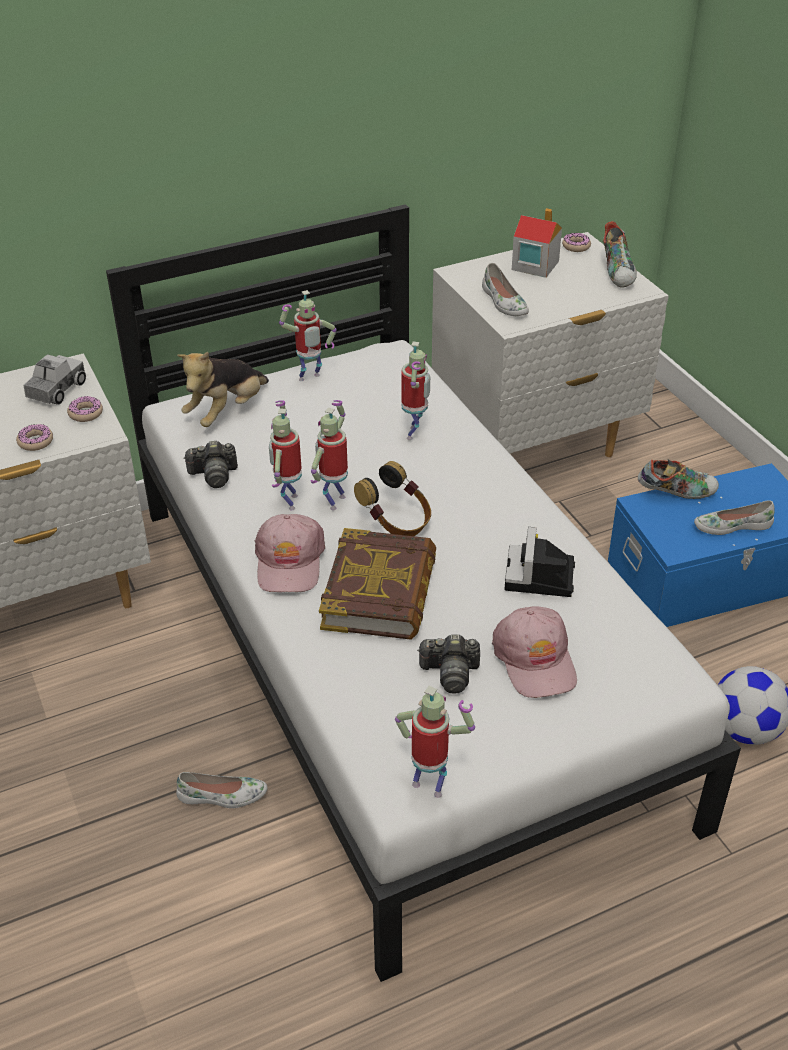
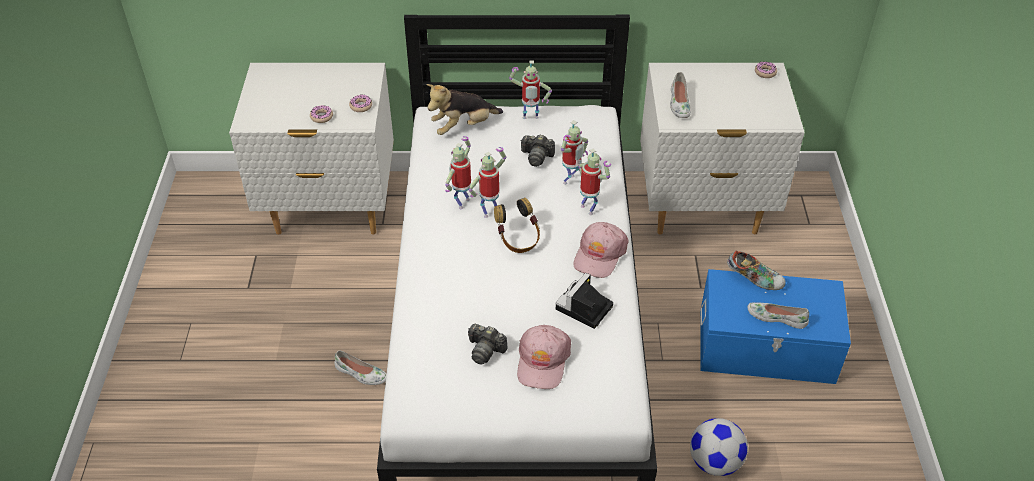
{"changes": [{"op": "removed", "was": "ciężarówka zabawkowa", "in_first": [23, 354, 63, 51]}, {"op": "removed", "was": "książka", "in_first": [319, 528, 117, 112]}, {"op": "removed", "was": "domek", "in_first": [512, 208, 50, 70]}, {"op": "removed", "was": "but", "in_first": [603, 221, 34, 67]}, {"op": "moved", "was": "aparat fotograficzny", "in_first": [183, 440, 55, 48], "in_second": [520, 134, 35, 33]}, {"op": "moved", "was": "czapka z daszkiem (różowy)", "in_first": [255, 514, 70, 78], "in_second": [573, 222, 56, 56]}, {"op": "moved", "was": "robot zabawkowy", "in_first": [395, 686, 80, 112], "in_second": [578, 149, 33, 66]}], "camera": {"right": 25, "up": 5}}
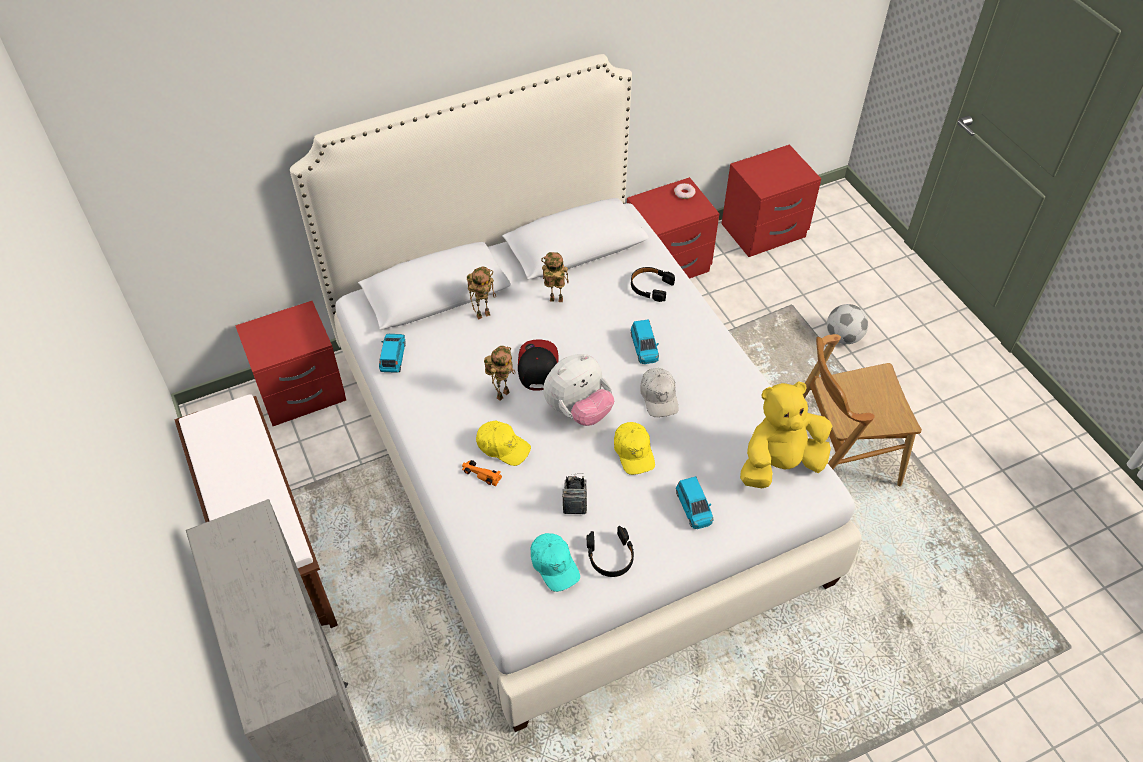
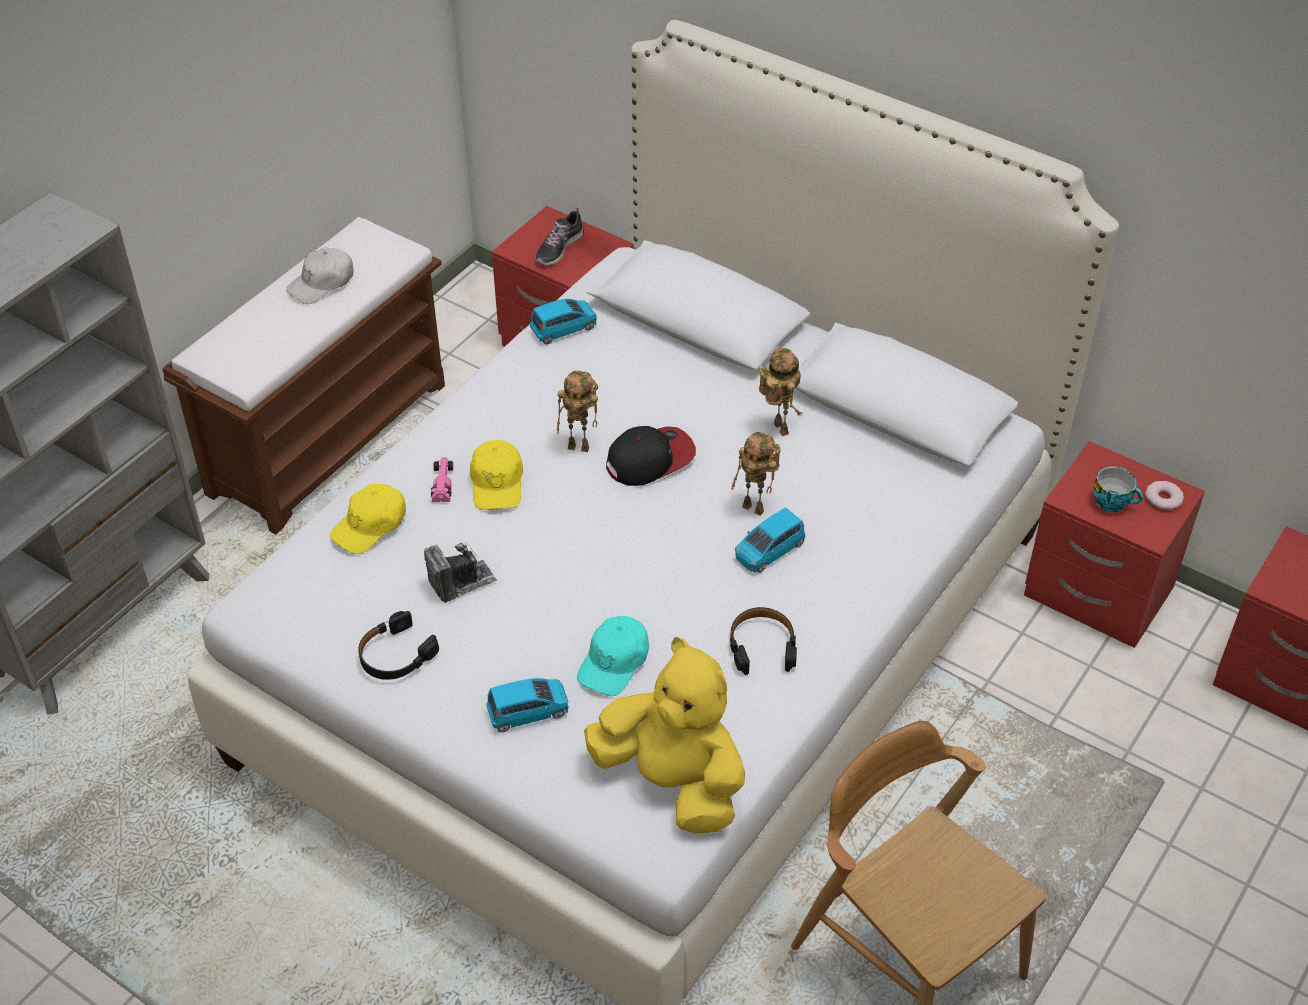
{"changes": [{"op": "removed", "was": "pluszak", "in_first": [543, 354, 71, 72]}, {"op": "removed", "was": "piłka futbolowa", "in_first": [827, 304, 41, 40]}, {"op": "added", "now": "but", "in_second": [535, 207, 49, 58]}, {"op": "added", "now": "filiżanka", "in_second": [1093, 466, 50, 46]}, {"op": "moved", "was": "robot zabawkowy", "in_first": [467, 267, 29, 53], "in_second": [731, 432, 50, 84]}, {"op": "moved", "was": "czapka z daszkiem (turkusowy)", "in_first": [531, 533, 49, 59], "in_second": [577, 616, 72, 80]}, {"op": "moved", "was": "czapka z daszkiem (żółty)", "in_first": [614, 422, 41, 53], "in_second": [330, 484, 76, 70]}, {"op": "moved", "was": "słuchawki (czarny)", "in_first": [631, 267, 44, 35], "in_second": [730, 607, 67, 68]}, {"op": "moved", "was": "czapka z daszkiem (biały)", "in_first": [640, 368, 39, 49], "in_second": [286, 247, 68, 57]}, {"op": "recoloured", "was": "samochodzik (pomarańczowy)", "now": "samochodzik (różowy)", "in_first": [462, 460, 40, 27], "in_second": [431, 457, 22, 45]}, {"op": "turned", "was": "samochodzik (niebieski)", "in_first": [676, 476, 38, 53], "in_second": [486, 678, 83, 54], "clockwise": -150}], "camera": {"right": 60, "up": -5}}
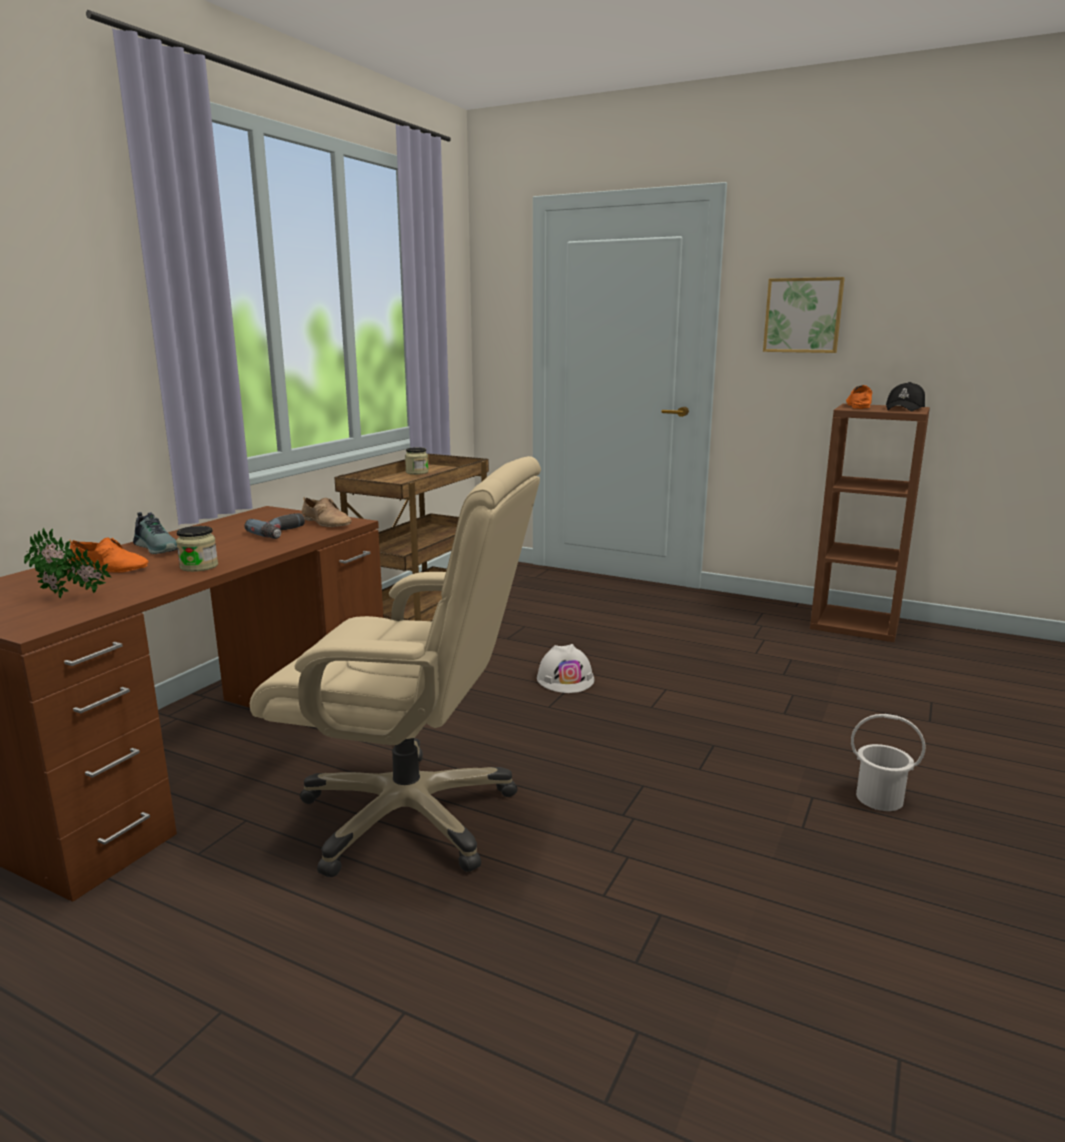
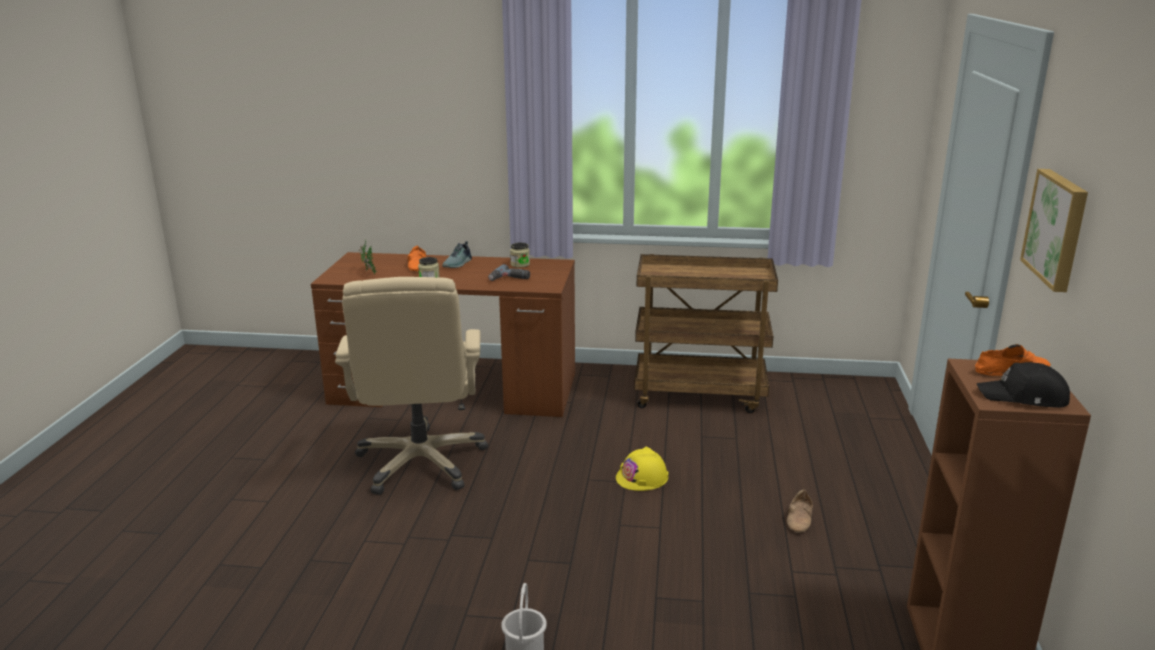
{"changes": [{"op": "moved", "was": "but (beżowy)", "in_first": [302, 497, 50, 30], "in_second": [787, 489, 26, 44]}, {"op": "moved", "was": "słoik", "in_first": [405, 447, 23, 28], "in_second": [510, 242, 20, 26]}, {"op": "recoloured", "was": "kask (biały)", "now": "kask (żółty)", "in_first": [537, 644, 58, 49], "in_second": [616, 447, 52, 44]}], "camera": {"right": 70, "up": 5}}
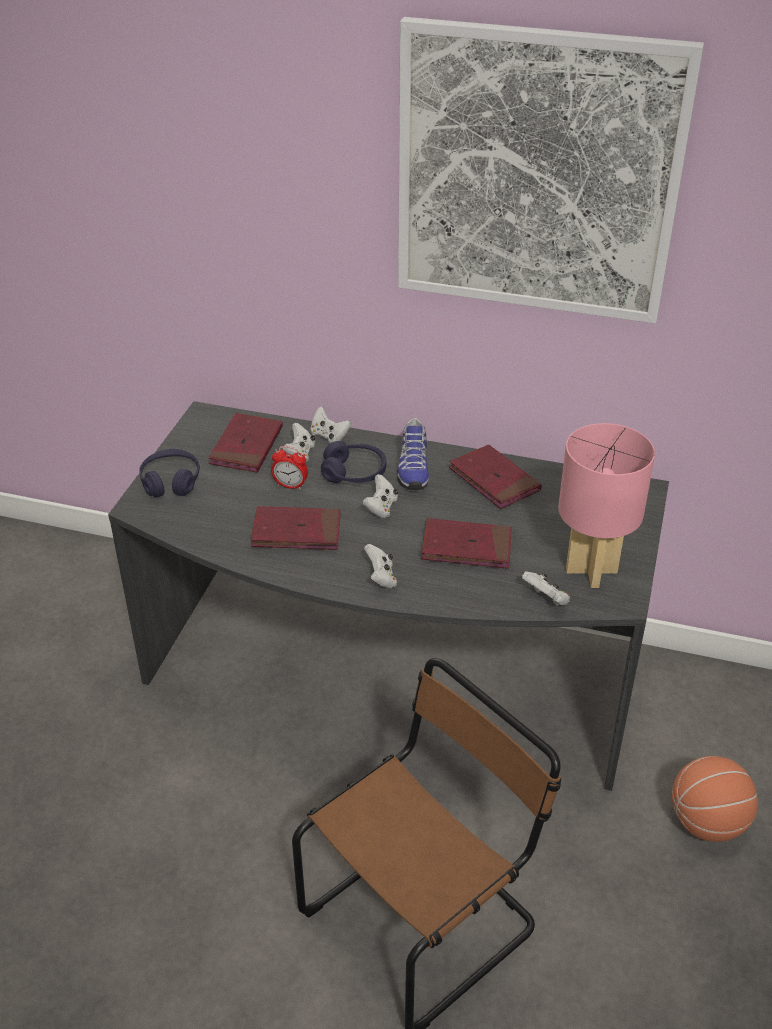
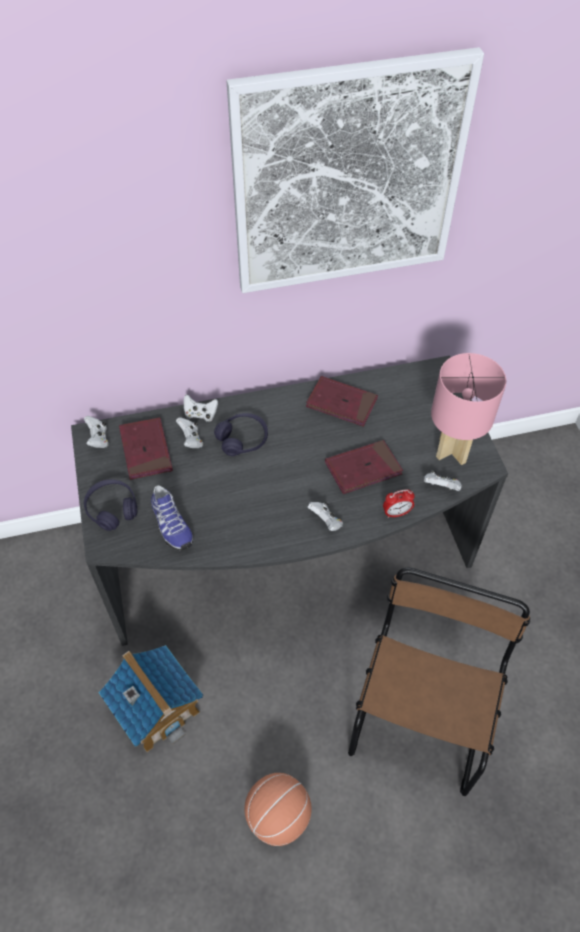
{"changes": [{"op": "removed", "was": "książka (czerwony)", "in_first": [251, 506, 90, 44]}, {"op": "added", "now": "domek", "in_second": [99, 645, 104, 107]}, {"op": "moved", "was": "budzik", "in_first": [271, 446, 37, 44], "in_second": [383, 490, 32, 28]}, {"op": "moved", "was": "pad do gier (biały)", "in_first": [362, 474, 36, 44], "in_second": [84, 416, 25, 32]}, {"op": "moved", "was": "but", "in_first": [397, 418, 32, 72], "in_second": [151, 485, 42, 65]}, {"op": "moved", "was": "piłka do koszykówki", "in_first": [672, 756, 86, 86], "in_second": [244, 773, 68, 73]}], "camera": {"right": -30, "up": 15}}
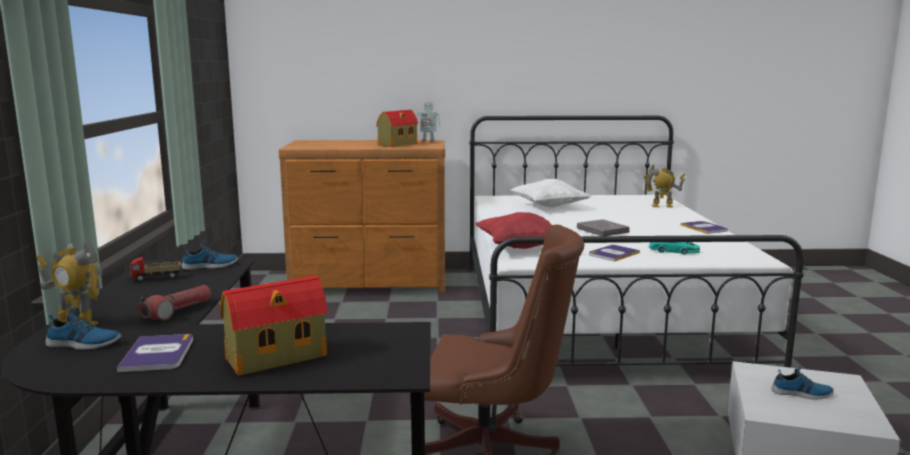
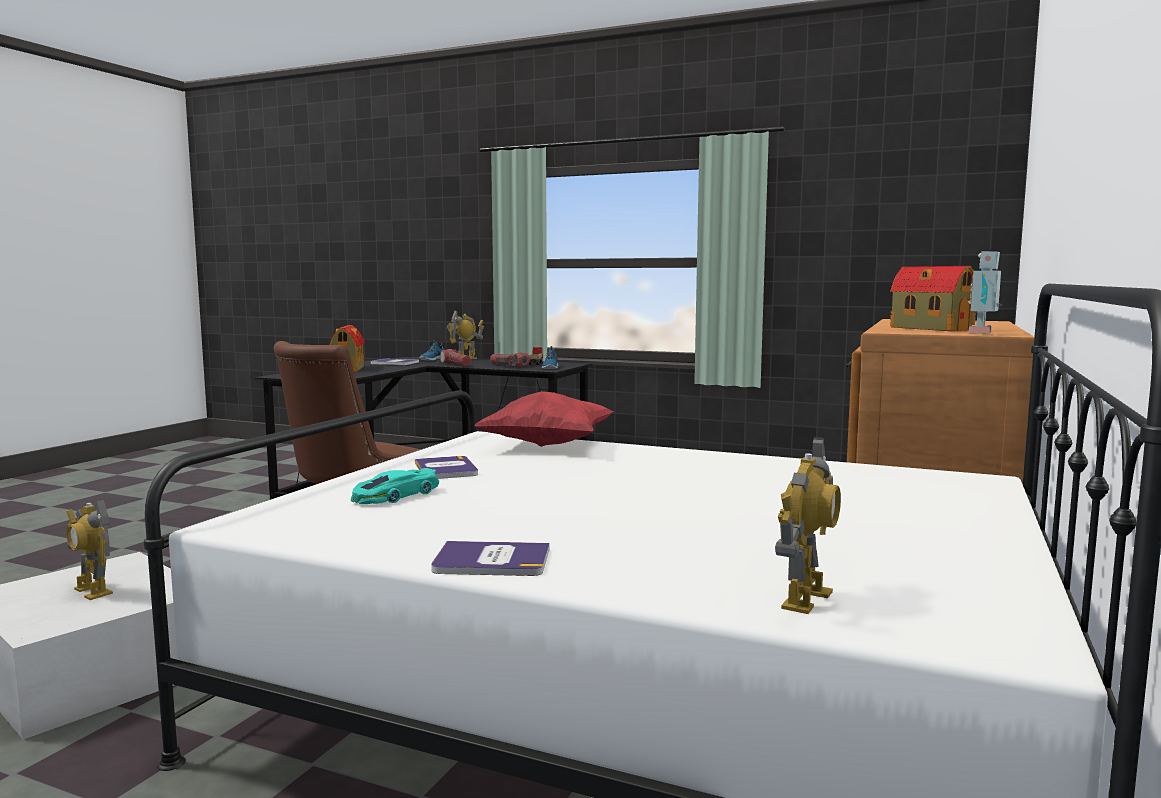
{"changes": [{"op": "removed", "was": "poduszka (biały)", "in_first": [511, 179, 80, 29]}, {"op": "removed", "was": "książka (szary)", "in_first": [577, 219, 52, 17]}, {"op": "added", "now": "latarka", "in_second": [490, 352, 40, 16]}, {"op": "replaced", "was": "but", "now": "robot zabawkowy", "in_first": [772, 366, 62, 34], "in_second": [66, 500, 47, 100]}], "camera": {"right": 115, "up": -5}}
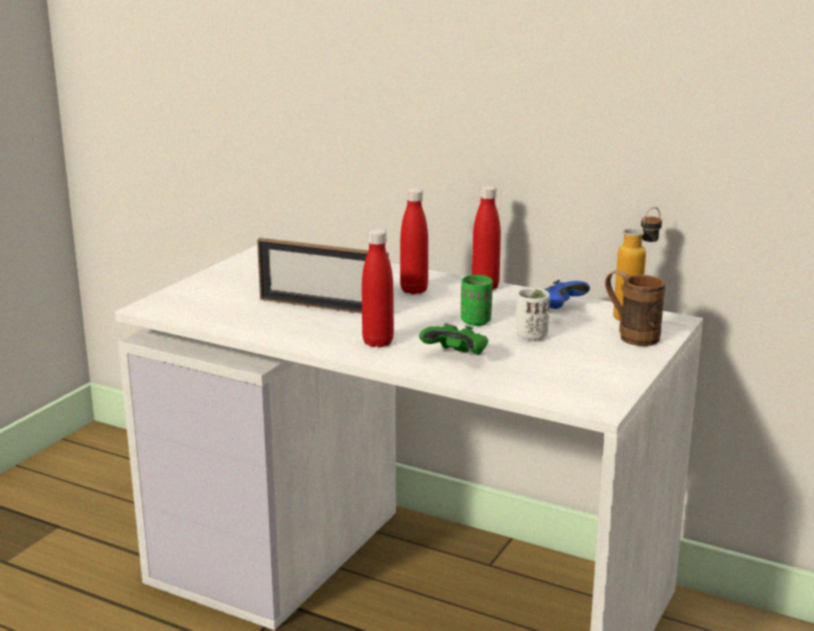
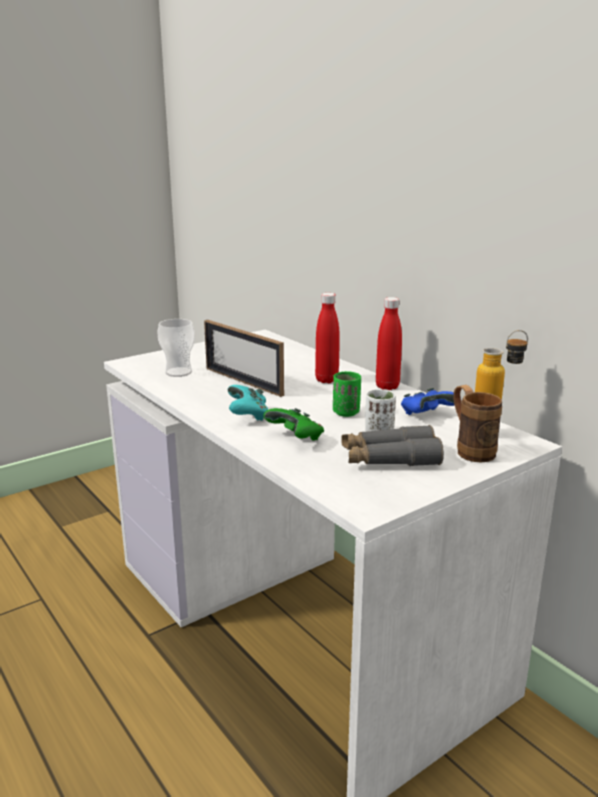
{"changes": [{"op": "added", "now": "filiżanka", "in_second": [157, 319, 38, 58]}, {"op": "added", "now": "lornetka (szary)", "in_second": [341, 425, 103, 41]}, {"op": "replaced", "was": "butelka (czerwony)", "now": "pad do gier (turkusowy)", "in_first": [362, 229, 32, 118], "in_second": [228, 385, 40, 36]}], "camera": {"right": 25, "up": 0}}
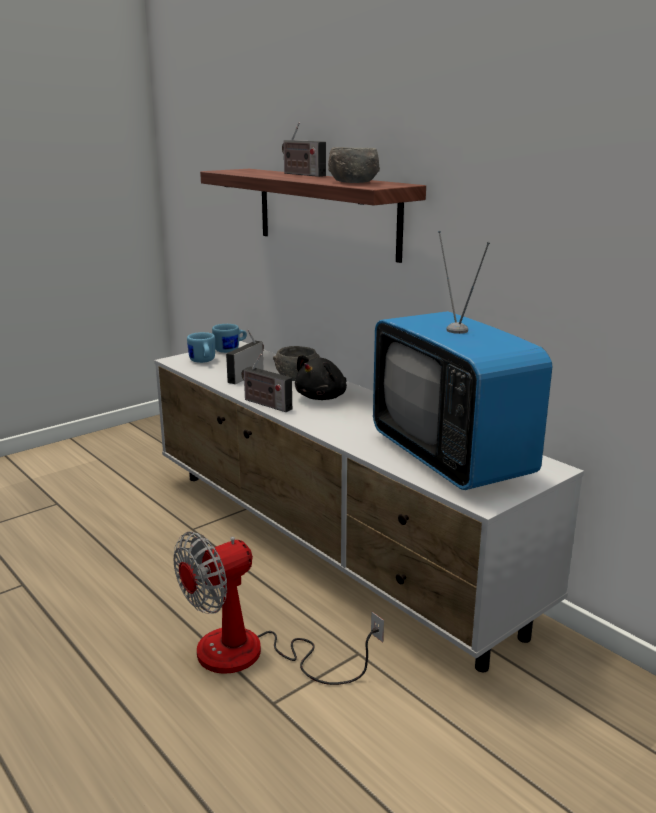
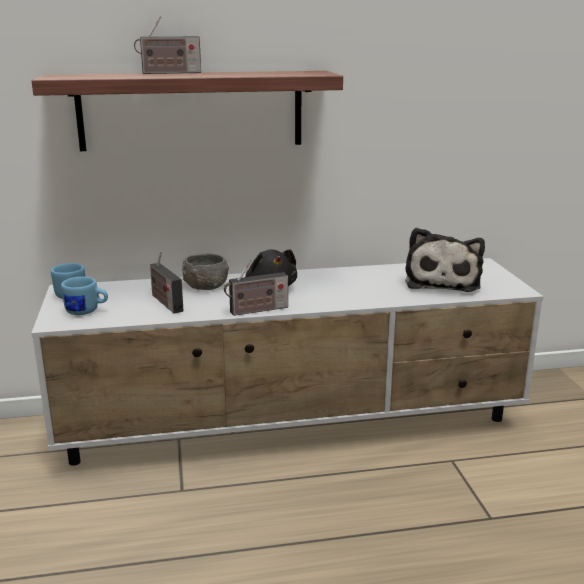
{"changes": [{"op": "removed", "was": "wentylator", "in_first": [174, 531, 210, 154]}, {"op": "removed", "was": "miska (szary)", "in_first": [328, 147, 52, 36]}, {"op": "replaced", "was": "telewizor", "now": "pluszak", "in_first": [373, 231, 179, 259], "in_second": [405, 227, 80, 65]}], "camera": {"right": -60, "up": 0}}
